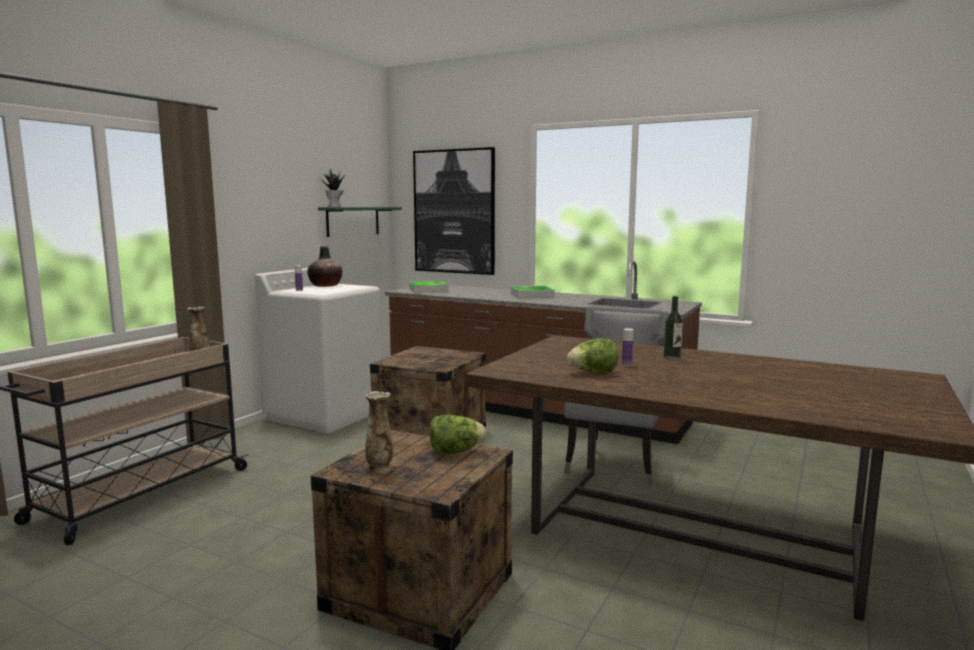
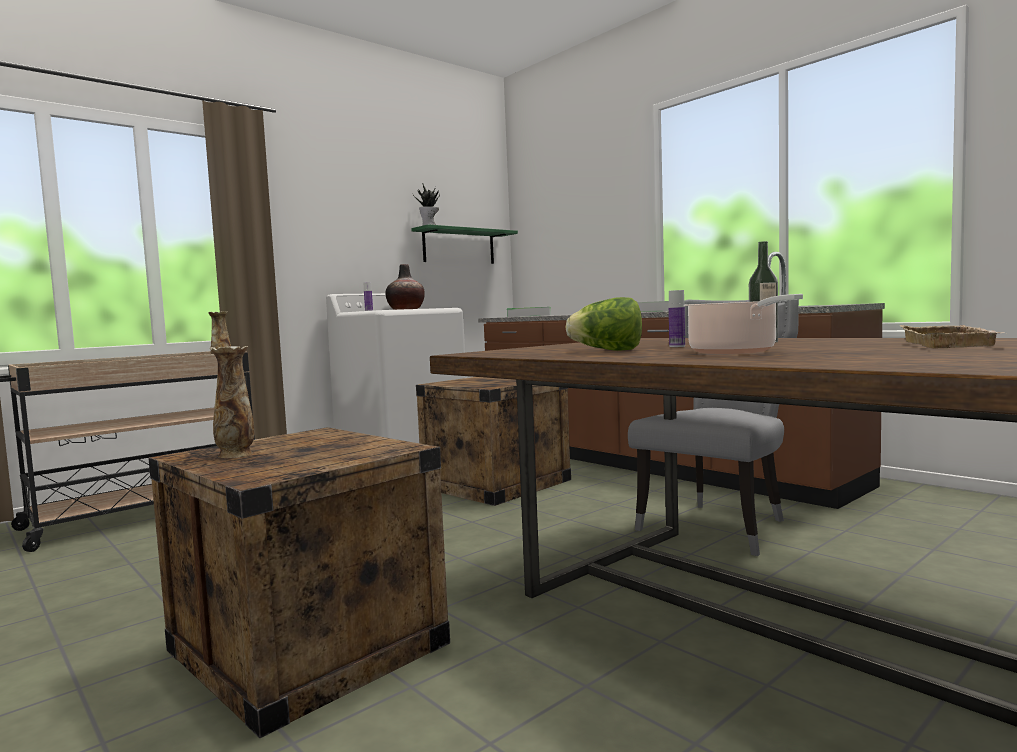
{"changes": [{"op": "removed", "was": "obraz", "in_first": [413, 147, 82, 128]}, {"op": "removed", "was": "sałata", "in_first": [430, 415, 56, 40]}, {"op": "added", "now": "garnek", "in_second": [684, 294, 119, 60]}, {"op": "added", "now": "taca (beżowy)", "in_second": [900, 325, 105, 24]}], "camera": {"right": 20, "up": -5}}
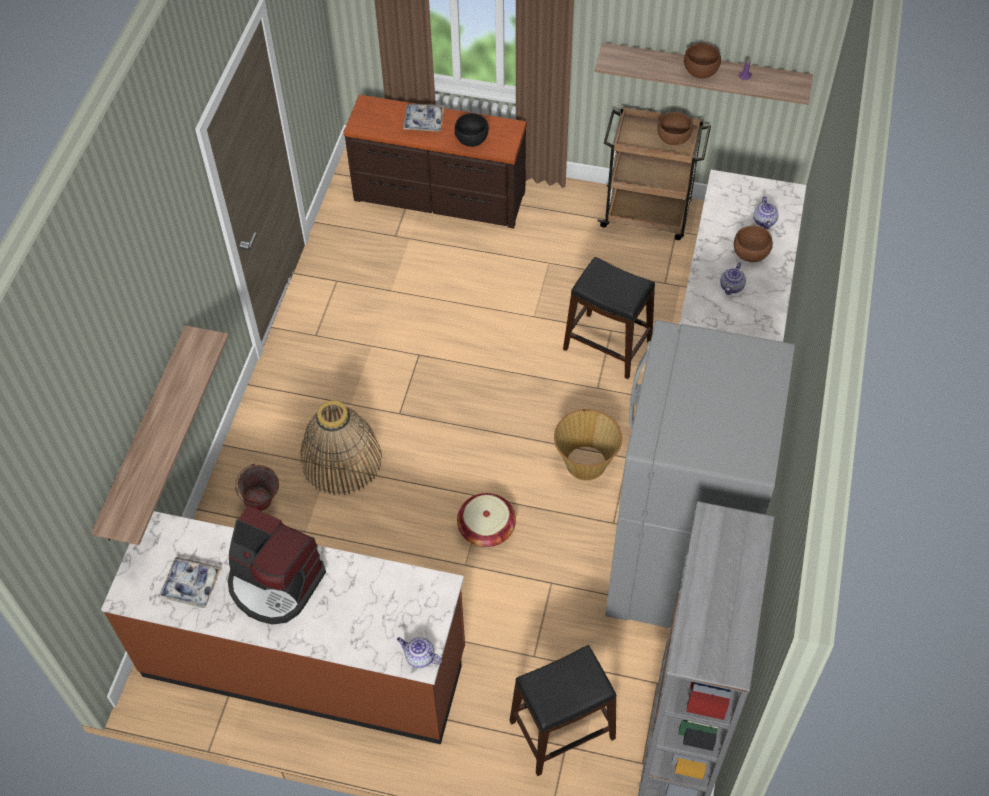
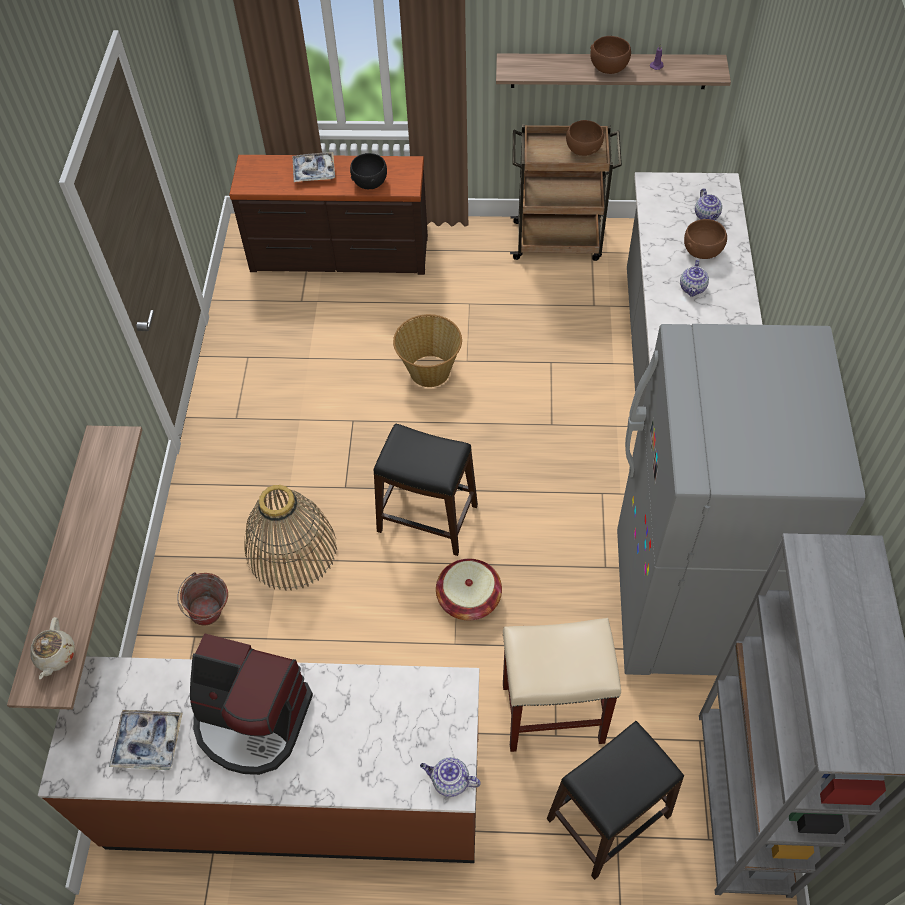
{"changes": [{"op": "added", "now": "imbryk (beżowy)", "in_second": [30, 617, 45, 63]}, {"op": "added", "now": "stołek (beżowy)", "in_second": [503, 618, 118, 134]}, {"op": "moved", "was": "koszyk", "in_first": [554, 409, 68, 71], "in_second": [393, 314, 69, 73]}, {"op": "moved", "was": "stołek (czarny)", "in_first": [563, 257, 92, 122], "in_second": [373, 424, 105, 132]}], "camera": {"right": -10, "up": 0}}
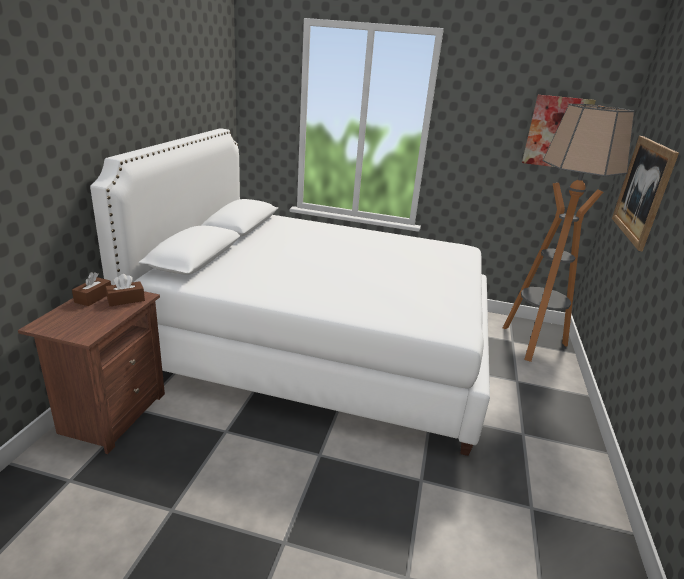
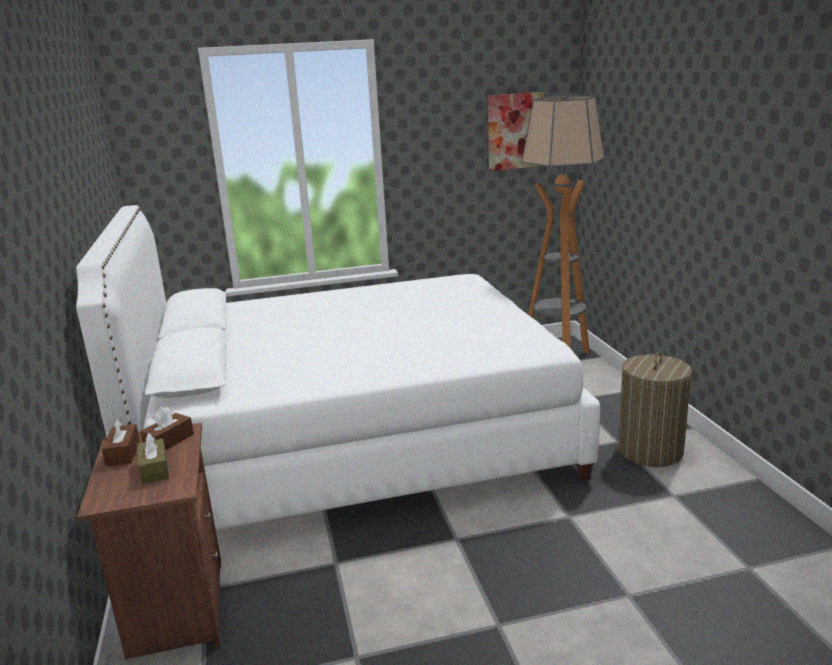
{"changes": [{"op": "removed", "was": "obraz", "in_first": [612, 136, 67, 115]}, {"op": "added", "now": "pudełko chusteczek (brązowy)", "in_second": [137, 433, 32, 51]}, {"op": "added", "now": "kosz na pranie", "in_second": [618, 352, 74, 115]}], "camera": {"right": -25, "up": -5}}
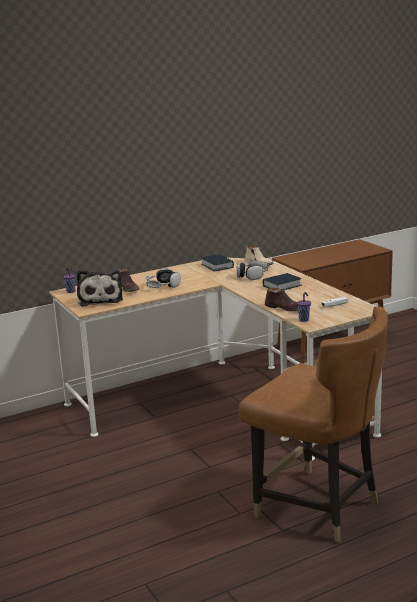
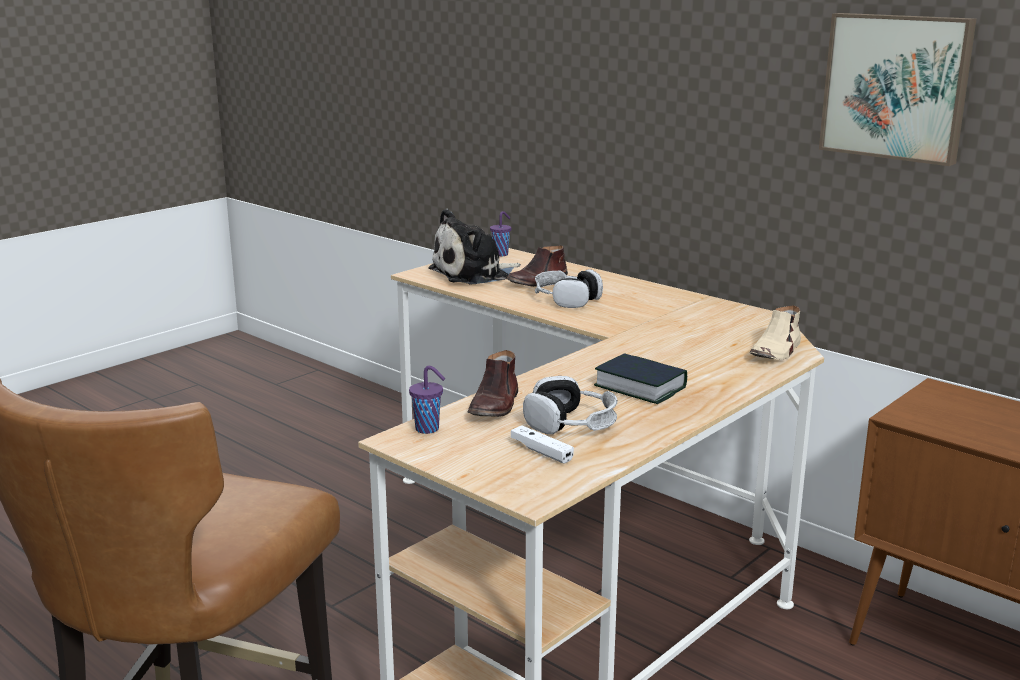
{"changes": [{"op": "removed", "was": "książka", "in_first": [201, 254, 33, 17]}, {"op": "added", "now": "obraz", "in_second": [819, 13, 157, 153]}, {"op": "moved", "was": "słuchawki", "in_first": [236, 261, 32, 19], "in_second": [523, 376, 95, 58]}], "camera": {"right": 70, "up": 0}}
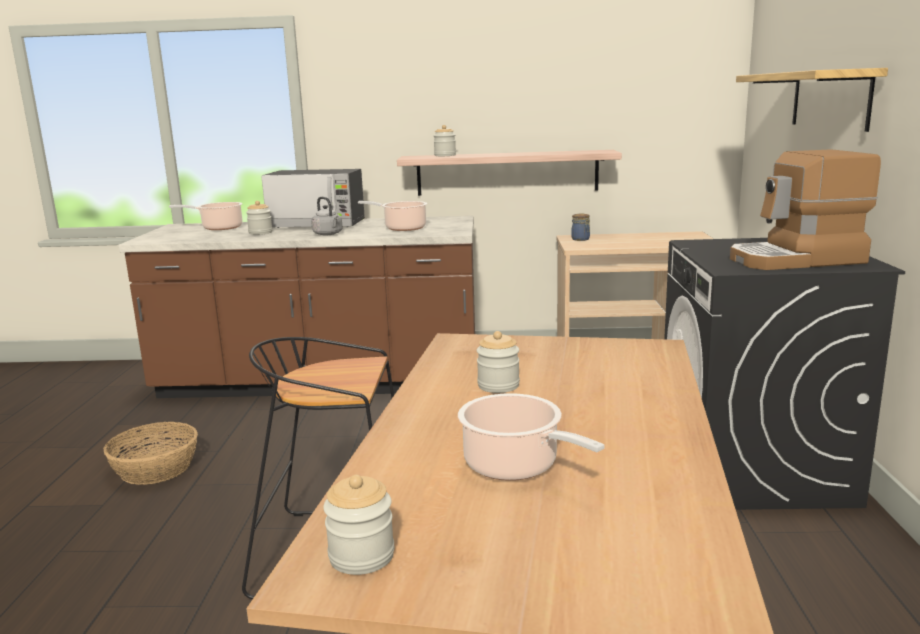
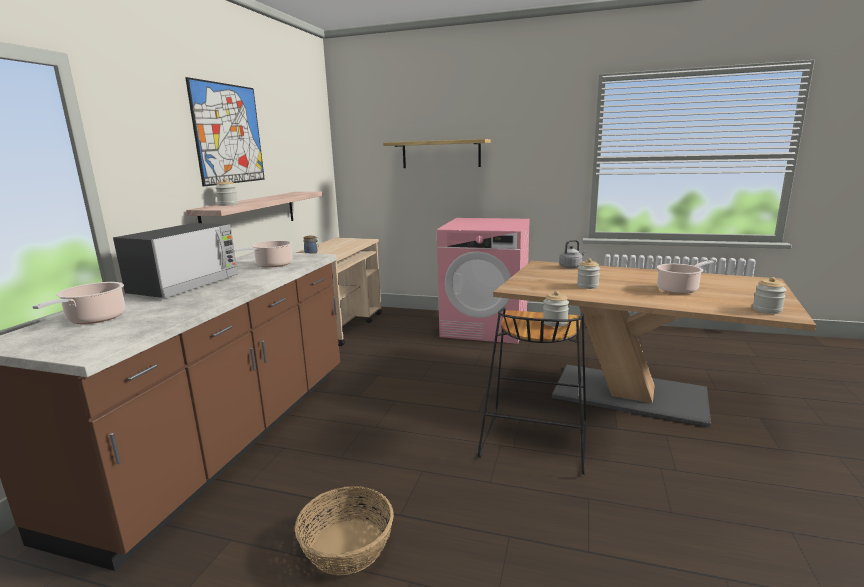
{"changes": [{"op": "removed", "was": "ekspres do kawy", "in_first": [730, 149, 151, 121]}, {"op": "added", "now": "obraz", "in_second": [185, 77, 80, 110]}, {"op": "moved", "was": "słoik", "in_first": [246, 201, 27, 34], "in_second": [543, 291, 26, 36]}, {"op": "moved", "was": "czajnik (szary)", "in_first": [311, 197, 32, 39], "in_second": [559, 240, 28, 28]}, {"op": "recoloured", "was": "pralka (czarny)", "now": "pralka (różowy)", "in_first": [664, 238, 241, 272], "in_second": [437, 218, 93, 126]}], "camera": {"right": -75, "up": 0}}
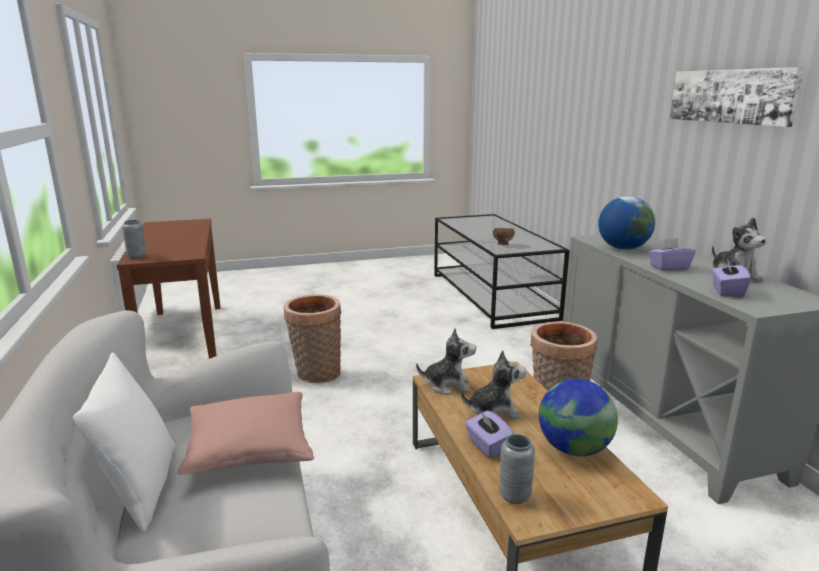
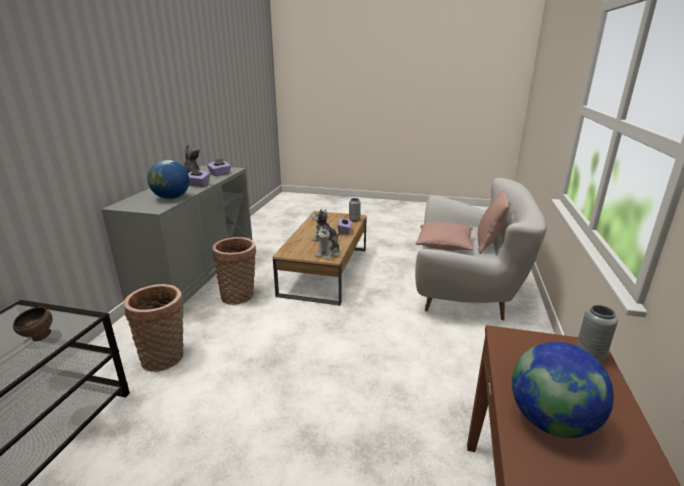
{"changes": [{"op": "removed", "was": "obraz", "in_first": [670, 67, 134, 60]}, {"op": "moved", "was": "koszyk", "in_first": [284, 294, 58, 89], "in_second": [123, 284, 60, 88]}, {"op": "moved", "was": "globus", "in_first": [539, 379, 79, 77], "in_second": [512, 342, 102, 96]}, {"op": "recoloured", "was": "poduszka (biały)", "now": "poduszka (różowy)", "in_first": [73, 353, 102, 179], "in_second": [478, 189, 31, 65]}, {"op": "turned", "was": "pluszak", "in_first": [416, 328, 60, 67], "in_second": [315, 223, 25, 37], "clockwise": -90}], "camera": {"right": -150, "up": 5}}
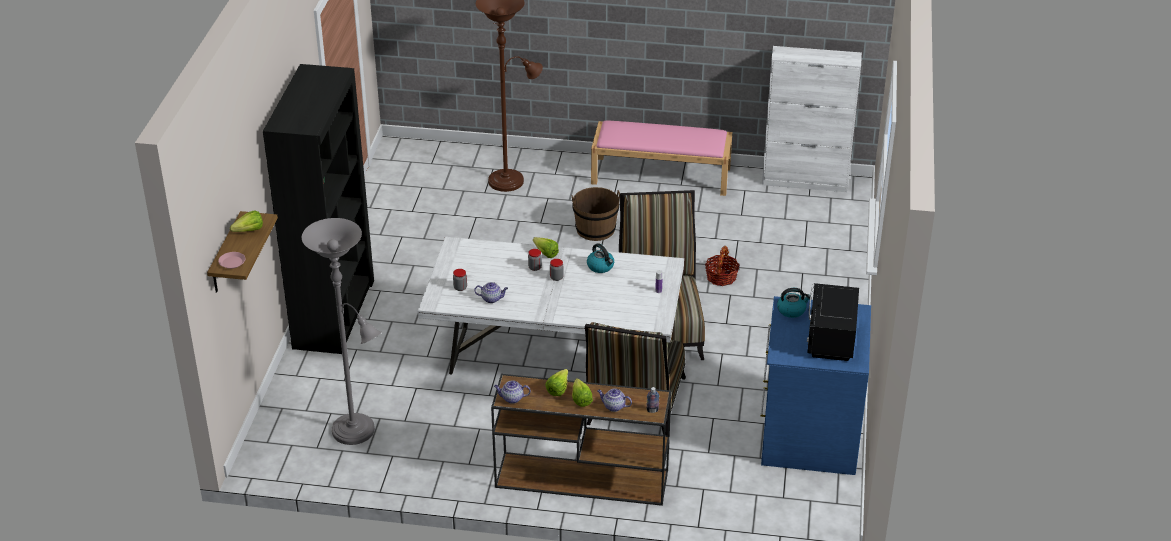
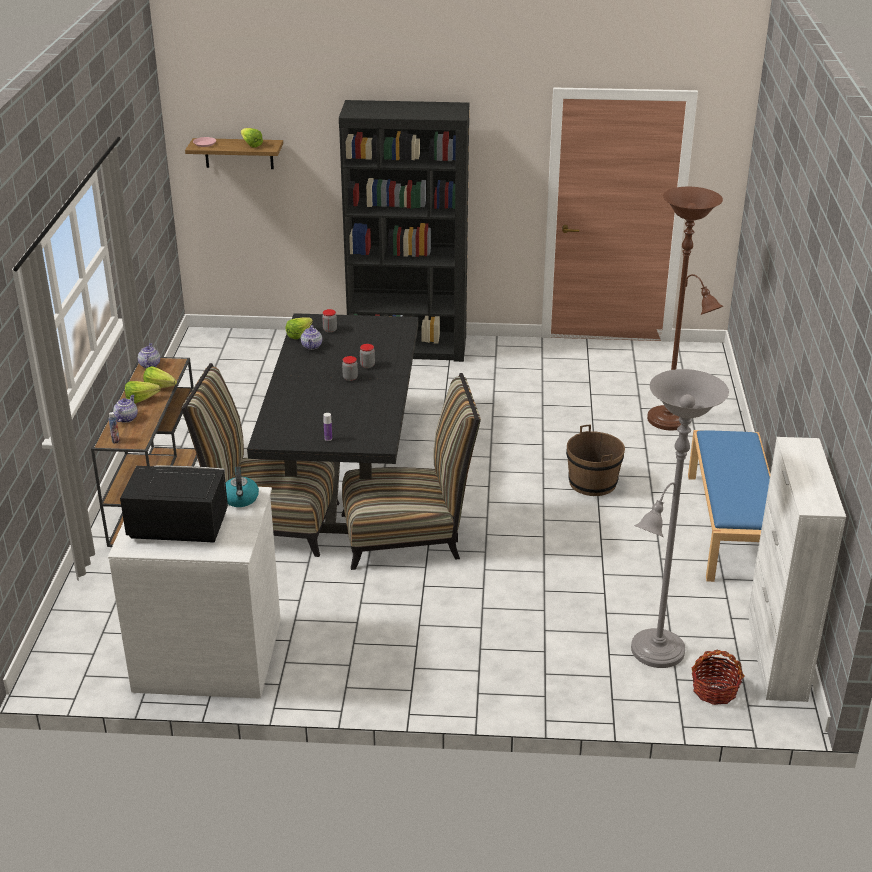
{"changes": [{"op": "removed", "was": "czajnik", "in_first": [587, 243, 27, 30]}, {"op": "moved", "was": "lampa stojąca (szary)", "in_first": [302, 218, 80, 227], "in_second": [631, 369, 98, 299]}, {"op": "moved", "was": "sałata", "in_first": [533, 237, 26, 21], "in_second": [285, 317, 28, 22]}, {"op": "moved", "was": "koszyk", "in_first": [705, 246, 35, 40], "in_second": [691, 650, 54, 55]}, {"op": "recoloured", "was": "stół jadalny (biały)", "now": "stół jadalny (czarny)", "in_first": [418, 237, 266, 137], "in_second": [247, 313, 171, 221]}, {"op": "recoloured", "was": "ławka (różowy)", "now": "ławka (niebieski)", "in_first": [591, 120, 141, 76], "in_second": [688, 430, 83, 152]}, {"op": "recoloured", "was": "komoda (niebieski)", "now": "komoda (biały)", "in_first": [760, 296, 111, 179], "in_second": [108, 487, 173, 211]}], "camera": {"right": 85, "up": -5}}
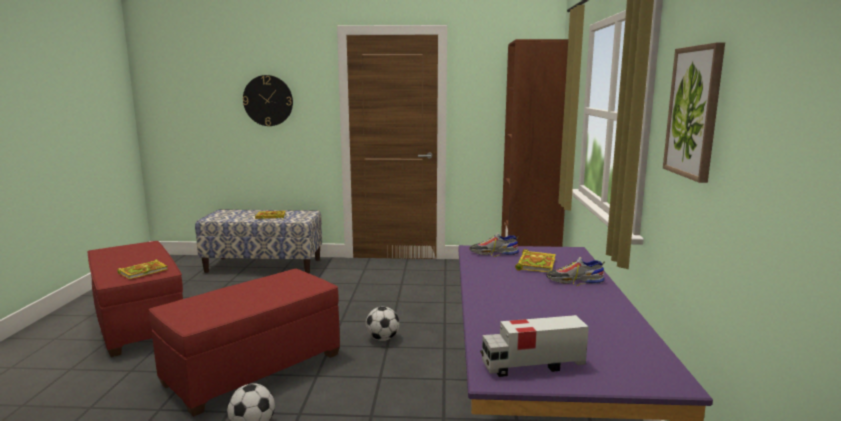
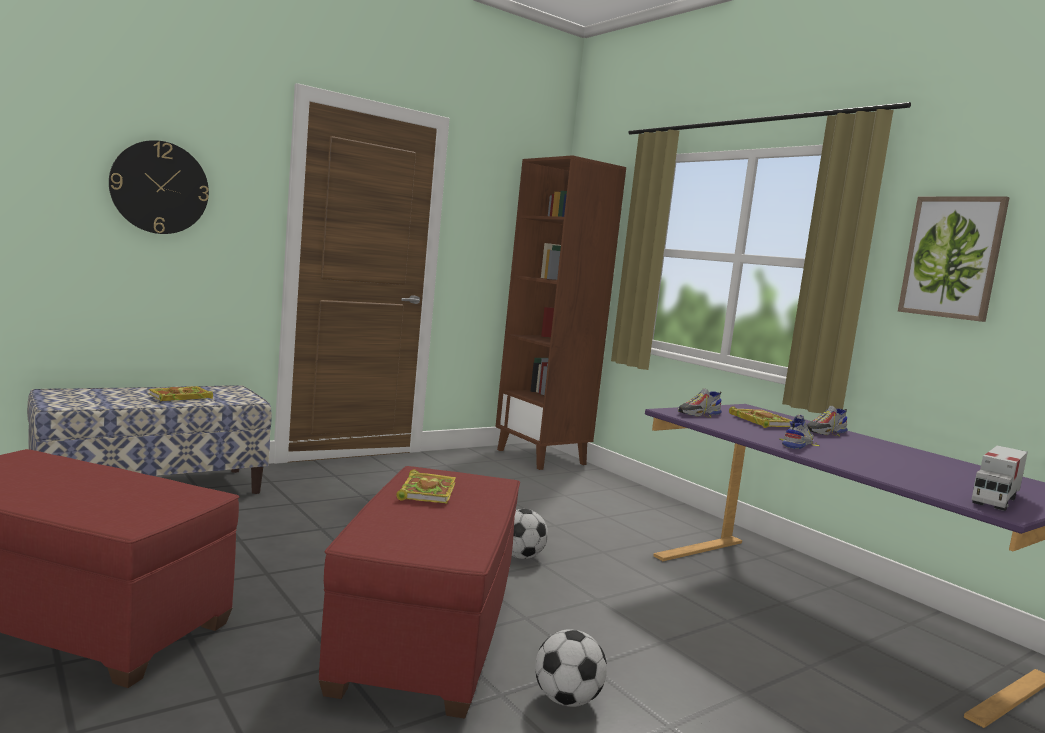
{"changes": [{"op": "added", "now": "but", "in_second": [779, 414, 41, 35]}, {"op": "moved", "was": "książka", "in_first": [117, 259, 51, 20], "in_second": [396, 470, 60, 34]}], "camera": {"right": -40, "up": -5}}
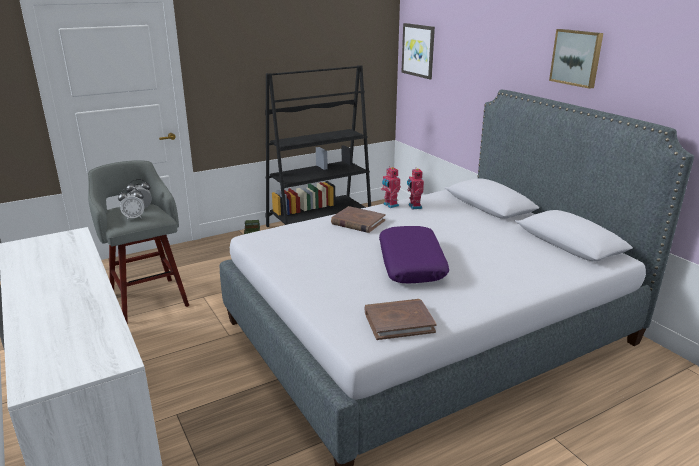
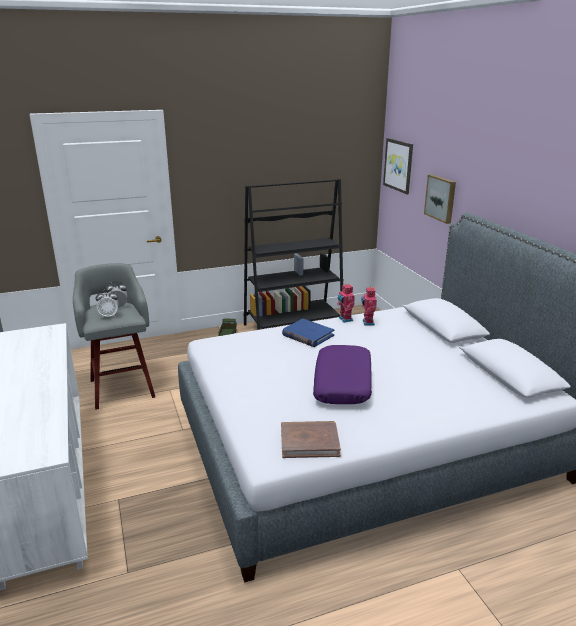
{"changes": [{"op": "moved", "was": "obraz", "in_first": [549, 29, 54, 60], "in_second": [424, 174, 32, 50]}, {"op": "recoloured", "was": "książka (brązowy)", "now": "książka (niebieski)", "in_first": [331, 206, 54, 27], "in_second": [282, 319, 52, 28]}], "camera": {"right": 10, "up": 0}}
